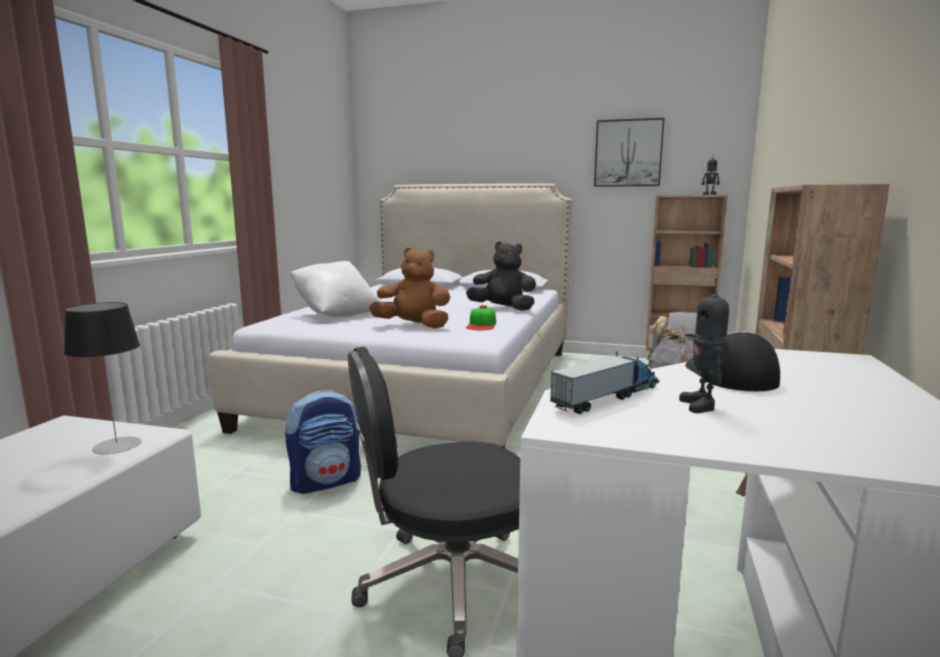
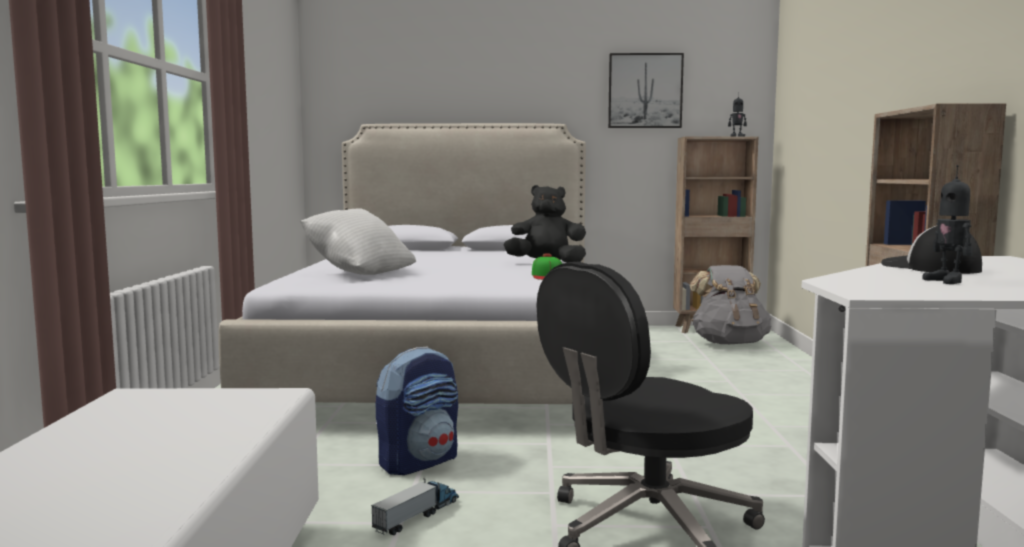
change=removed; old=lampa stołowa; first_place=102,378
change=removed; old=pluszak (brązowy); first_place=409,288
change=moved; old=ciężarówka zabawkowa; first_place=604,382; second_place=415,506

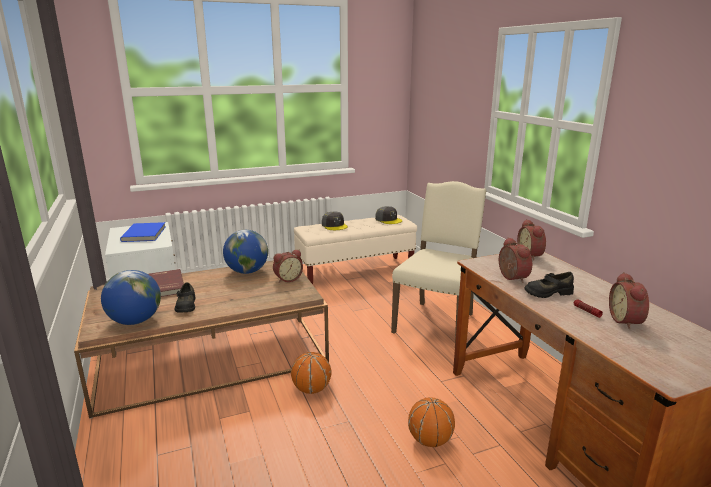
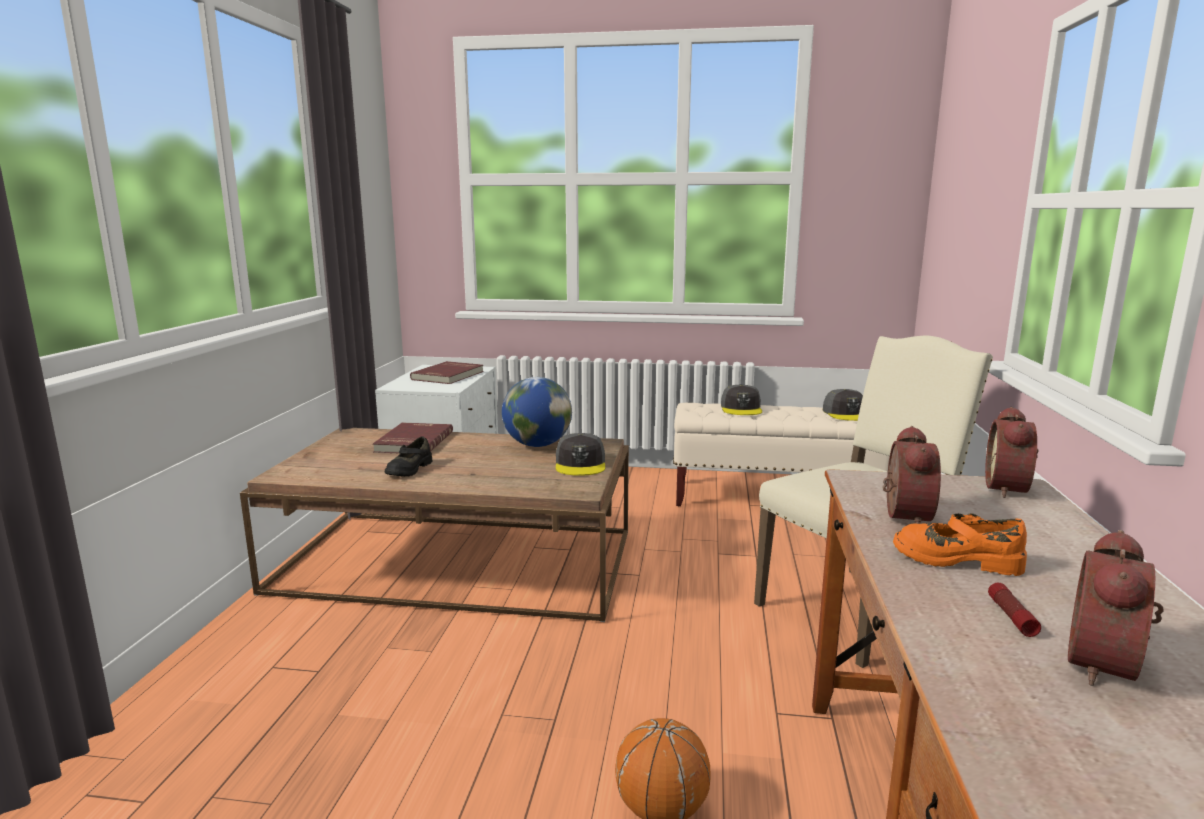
change=removed; old=globus; first_place=131,297
change=recoloured; old=książka (niebieski); new=książka (czerwony); first_place=142,232; second_place=447,372
change=replaced; old=budzik; new=czapka z daszkiem (szary); first_place=288,266; second_place=580,454
change=removed; old=piłka do koszykówki; first_place=311,373
change=recoloured; old=but (czarny); new=but (pomarańczowy); first_place=549,285; second_place=960,544

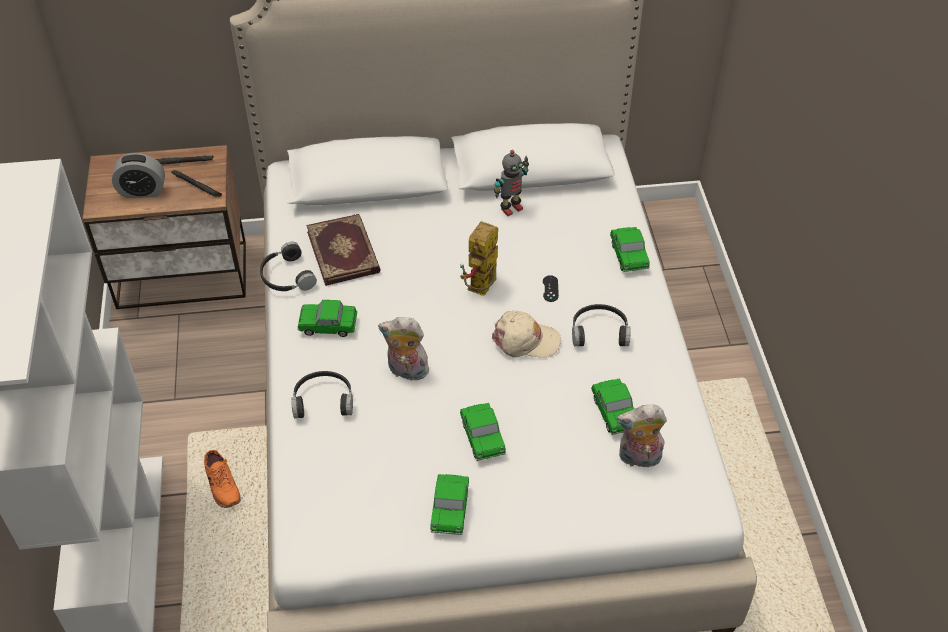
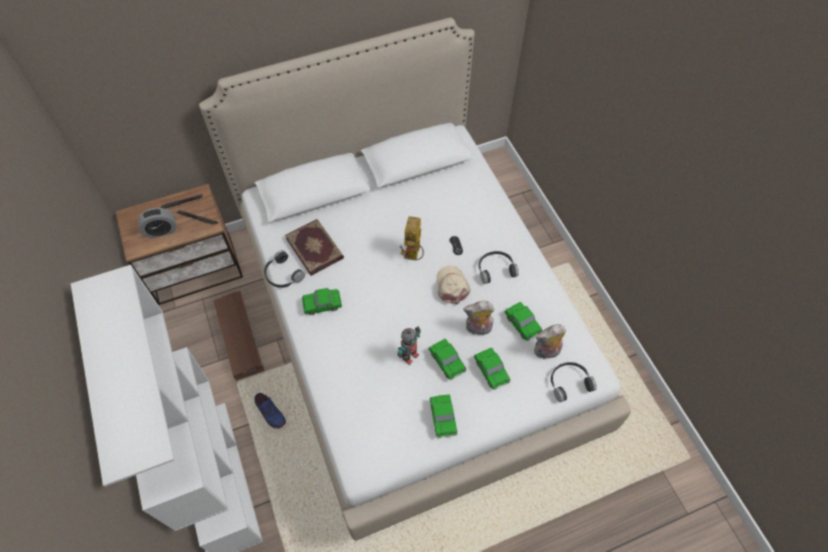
change=recoloured; old=but (pomarańczowy); new=but (niebieski); first_place=222,479; second_place=270,411
change=moved; old=słuchawki (czarny); first_place=322,394; second_place=574,382
change=moved; old=pluszak; first_place=405,348; second_place=479,318
change=turned; old=czapka z daszkiem (beżowy); first_place=526,334; second_place=454,285; degrees=-90
change=moved; old=robot zabawkowy; first_place=511,183; second_place=409,345
change=moved; old=samochodzik; first_place=630,249; second_place=492,369
change=added; new=pojemnik do przechowywania (brązowy); second_place=239,335

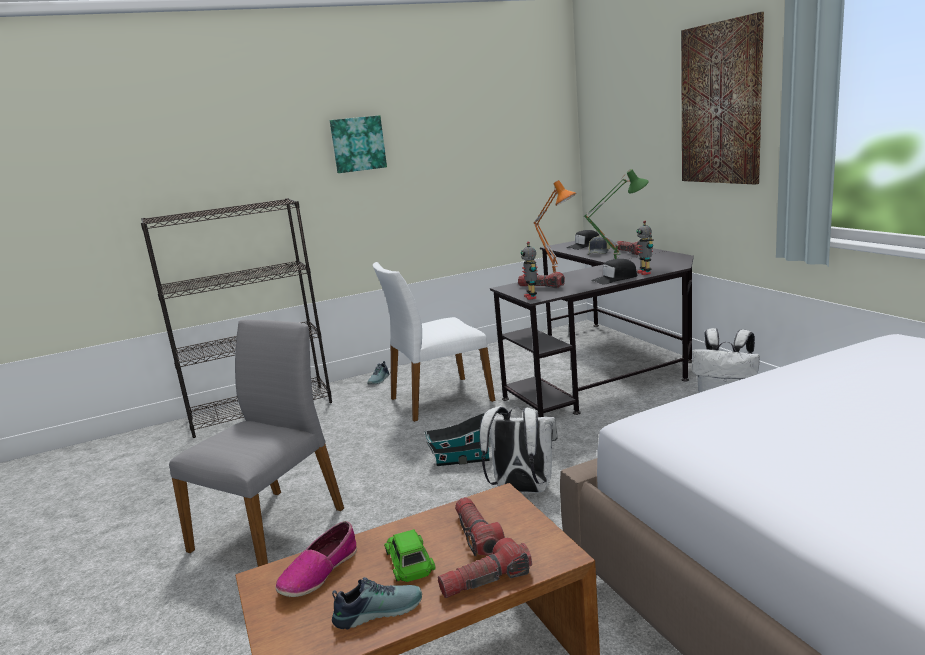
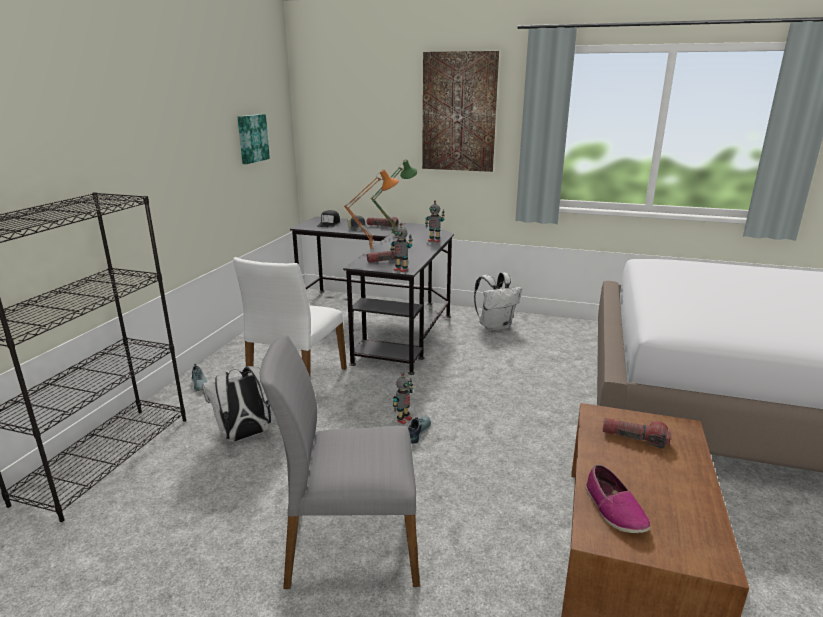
change=turned; old=krzesło (szary); first_place=256,443; second_place=340,461; degrees=-75
change=moved; old=obraz; first_place=358,144; second_place=253,139
change=moved; old=but; first_place=377,603; second_place=419,430
change=removed; old=samochodzik (zielony); first_place=409,555
change=replaced; old=domek; new=robot zabawkowy; first_place=457,439; second_place=403,399
change=removed; old=latarka; first_place=485,568
change=moved; old=plecak (biały); first_place=519,449; second_place=236,404
change=removed; old=czapka z daszkiem (czarny); first_place=614,271

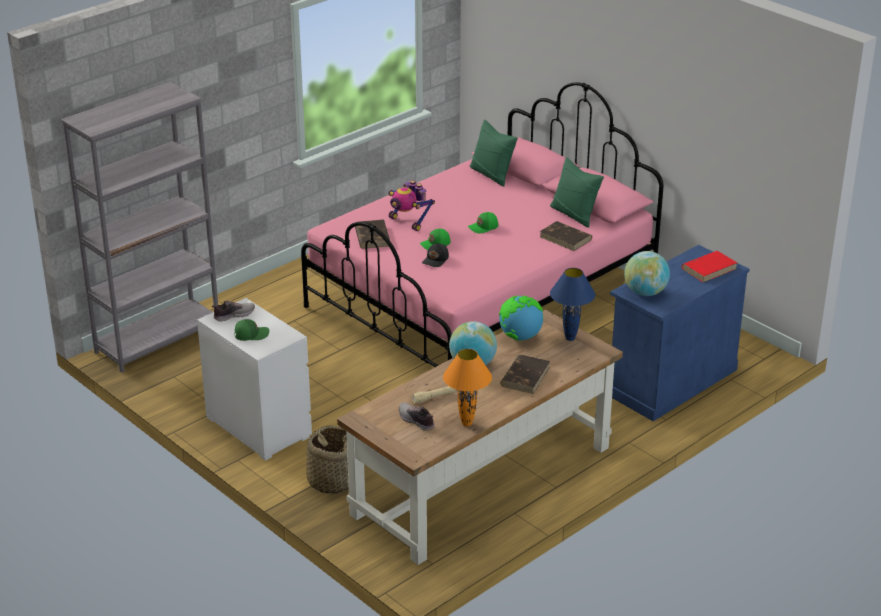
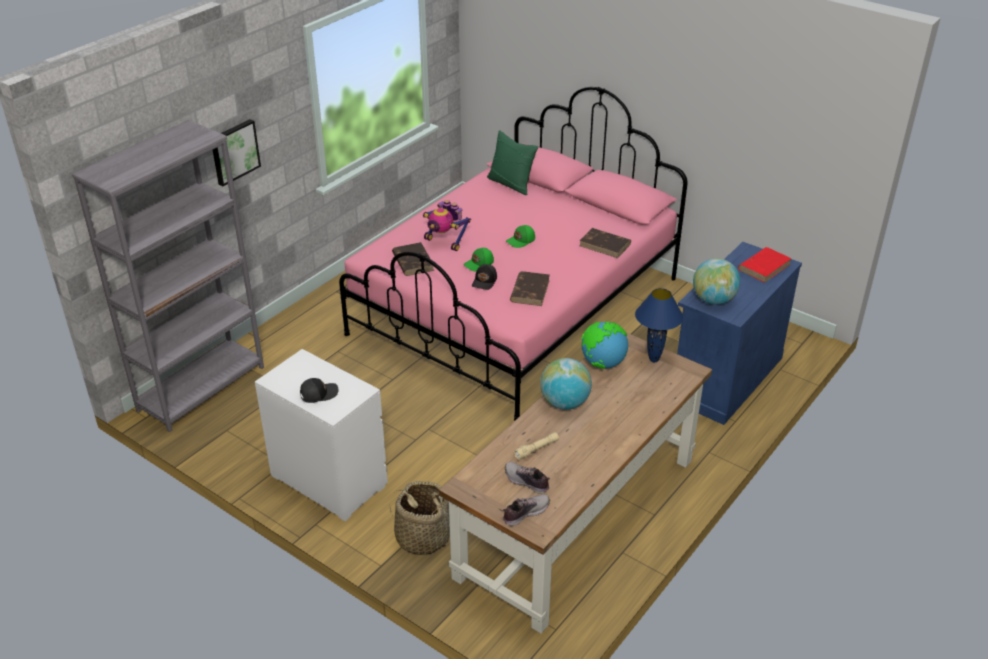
change=moved; old=but; first_place=233,311; second_place=526,510
change=recoloured; old=czapka z daszkiem (zielony); new=czapka z daszkiem (czarny); first_place=251,330; second_place=319,390
change=removed; old=lampa stołowa (pomarańczowy); first_place=467,387
change=moved; old=książka (brązowy); first_place=525,374; second_place=530,288
change=removed; old=poduszka (zielony); first_place=577,192
change=added; new=obraz; second_place=237,152

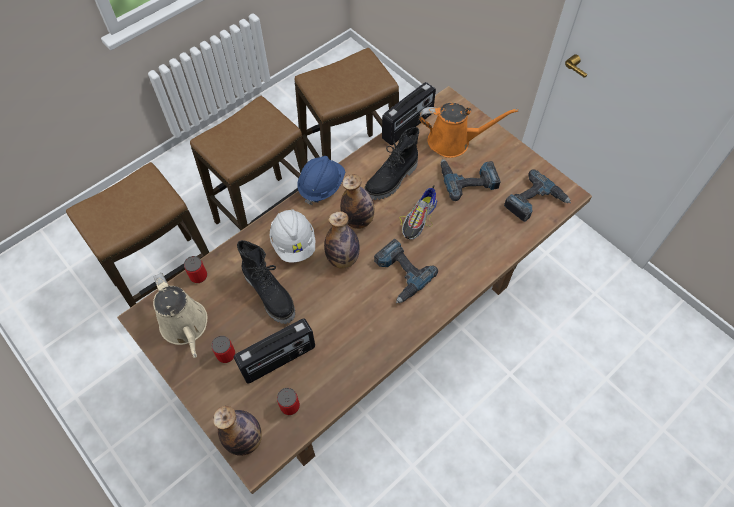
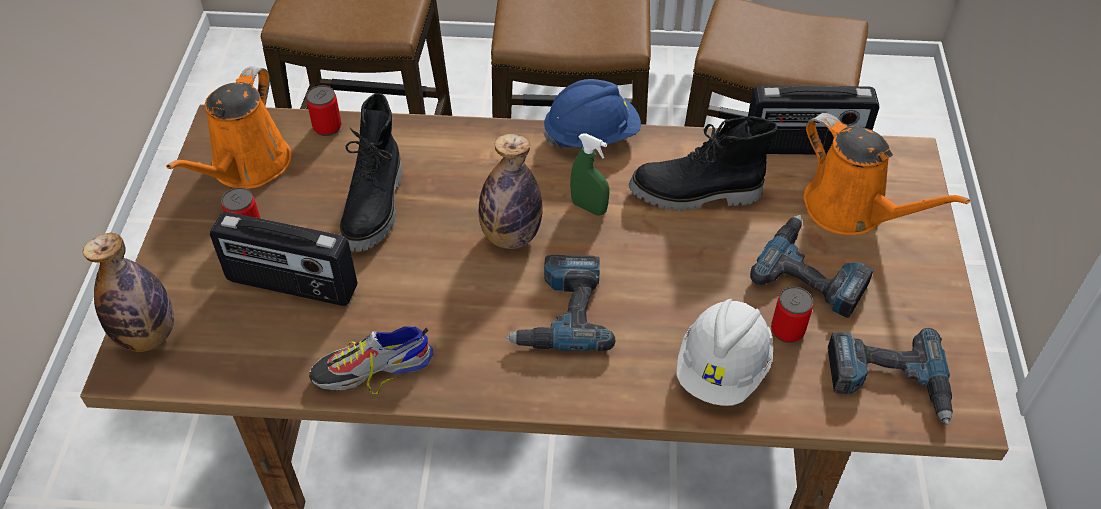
change=recoloured; old=konewka (beżowy); new=konewka (pomarańczowy); first_place=180,315; second_place=229,127
change=moved; old=kask (biały); first_place=292,236; second_place=724,352
change=moved; old=puszka; first_place=288,401; second_place=792,315
change=replaced; old=butelka; new=spryskiwacz (zielony); first_place=357,201; second_place=589,174
change=moved; old=but; first_place=418,212; second_place=371,360

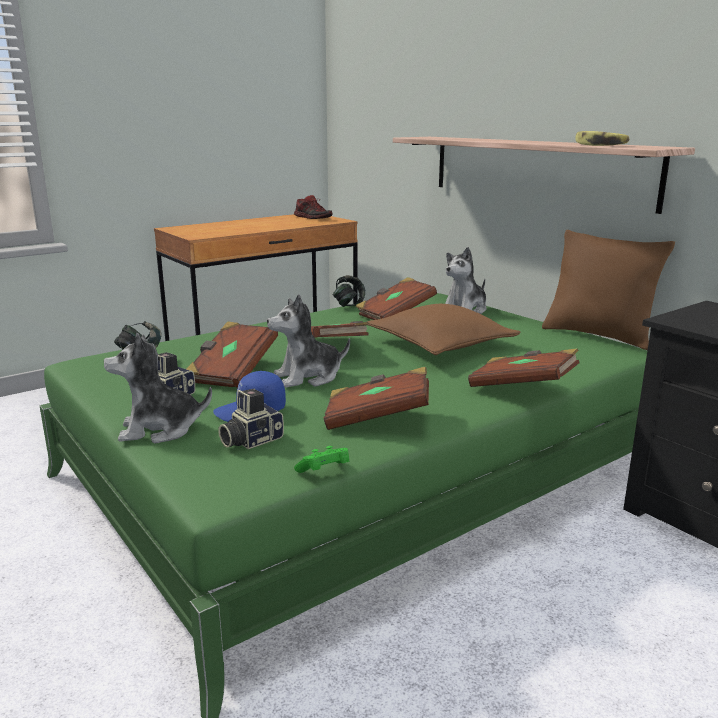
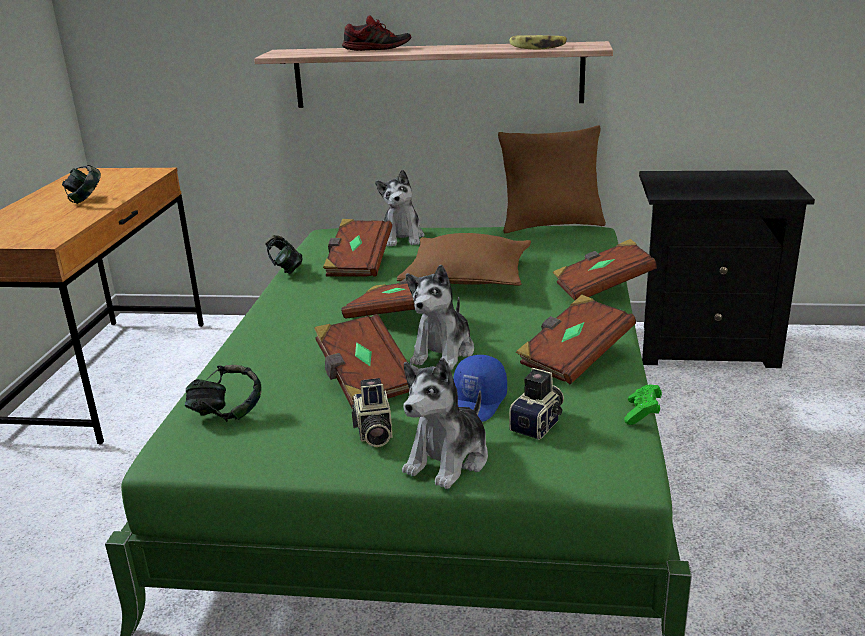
change=turned; old=aparat fotograficzny; first_place=251,419; second_place=536,404; degrees=-150
change=moved; old=but; first_place=313,207; second_place=376,33
change=added; new=słuchawki; second_place=81,184

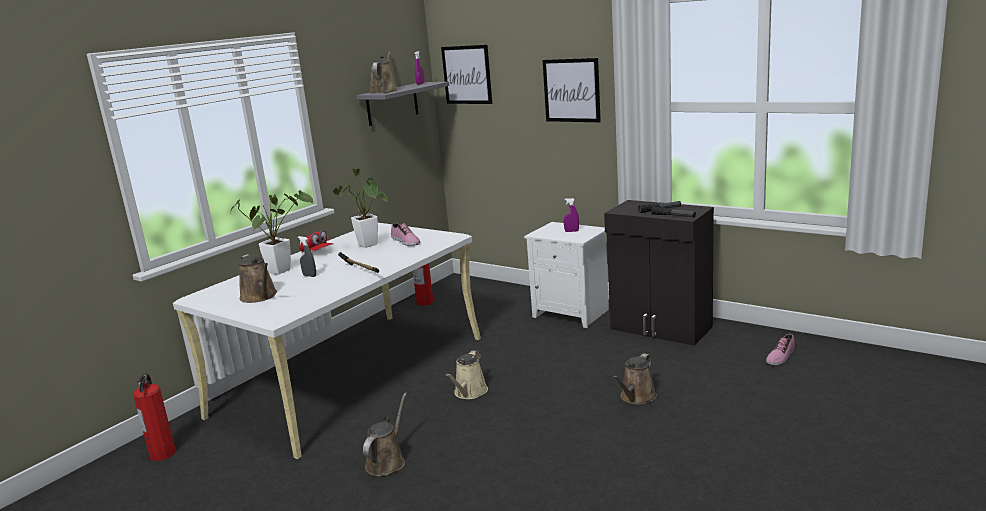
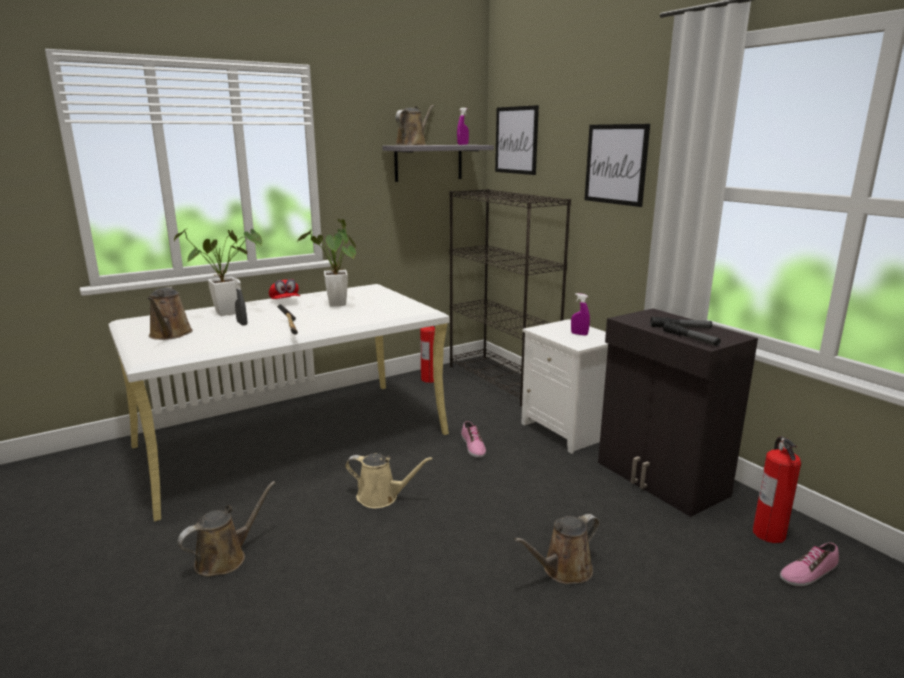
change=moved; old=gaśnica; first_place=154,417; second_place=777,489
change=moved; old=but; first_place=405,234; second_place=473,439
change=turned; old=konewka (beżowy); first_place=466,374; second_place=388,480; degrees=-120
change=added; new=regał (czarny); second_place=510,297

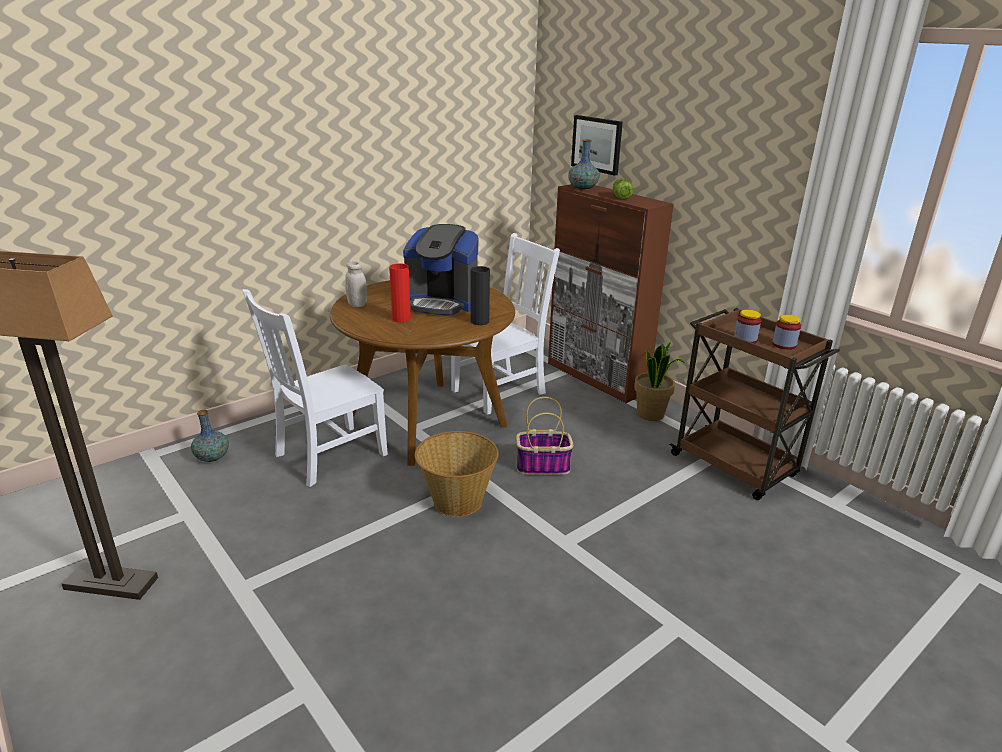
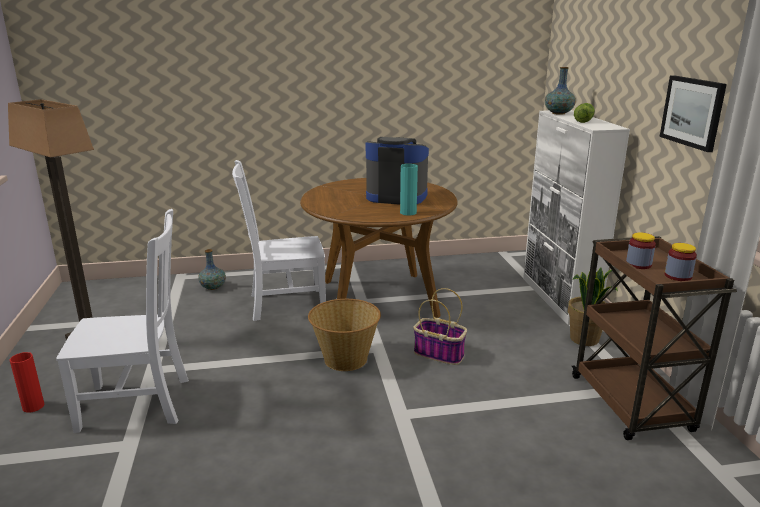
change=removed; old=słoik (biały); first_place=356,284
change=moved; old=wazon (czerwony); first_place=400,292; second_place=27,382
change=turned; old=ekspres do kawy; first_place=440,270; second_place=397,171; degrees=150
change=moved; old=krzesło (biały); first_place=505,324; second_place=122,321
change=recoloured; old=wazon (czarny); new=wazon (turkusowy); first_place=480,295; second_place=409,189
change=recoloured; old=szafka (brązowy); new=szafka (biały); first_place=611,293; second_place=576,217
change=moved; old=obraz; first_place=597,145; second_place=693,113

